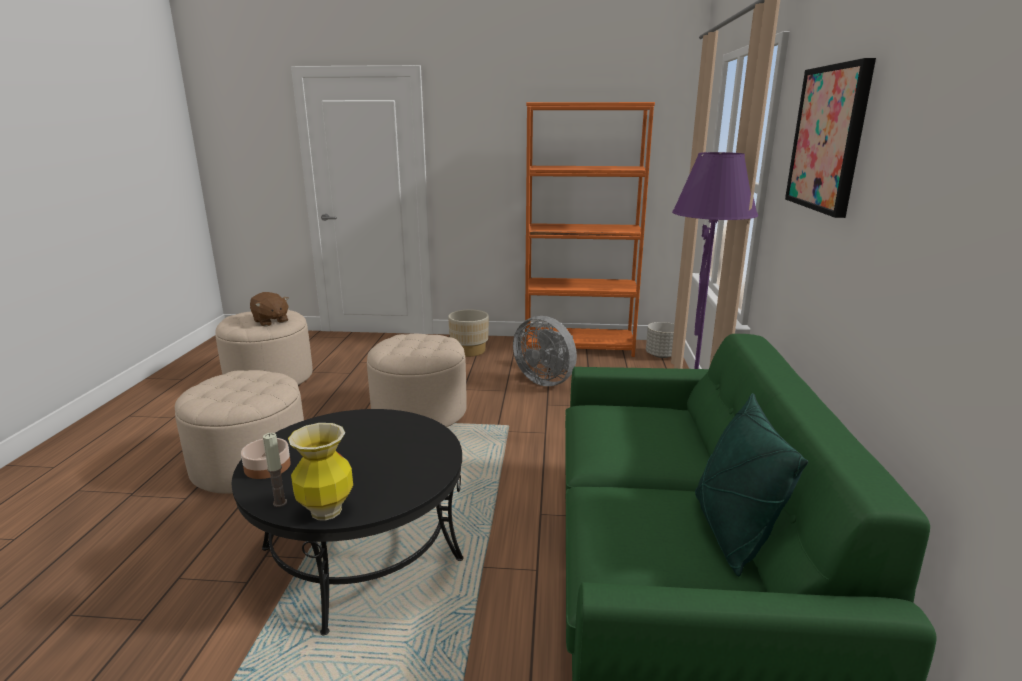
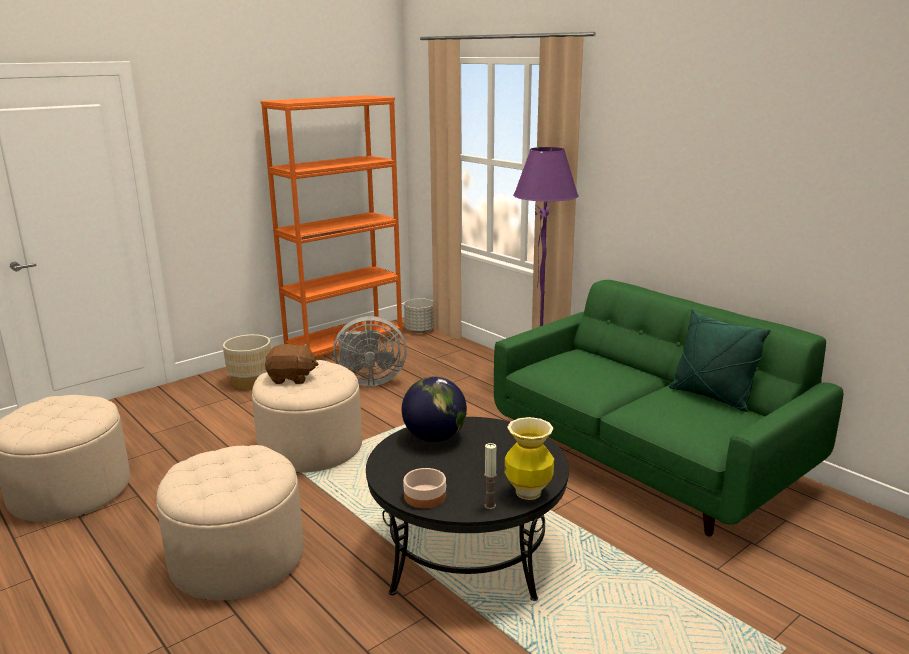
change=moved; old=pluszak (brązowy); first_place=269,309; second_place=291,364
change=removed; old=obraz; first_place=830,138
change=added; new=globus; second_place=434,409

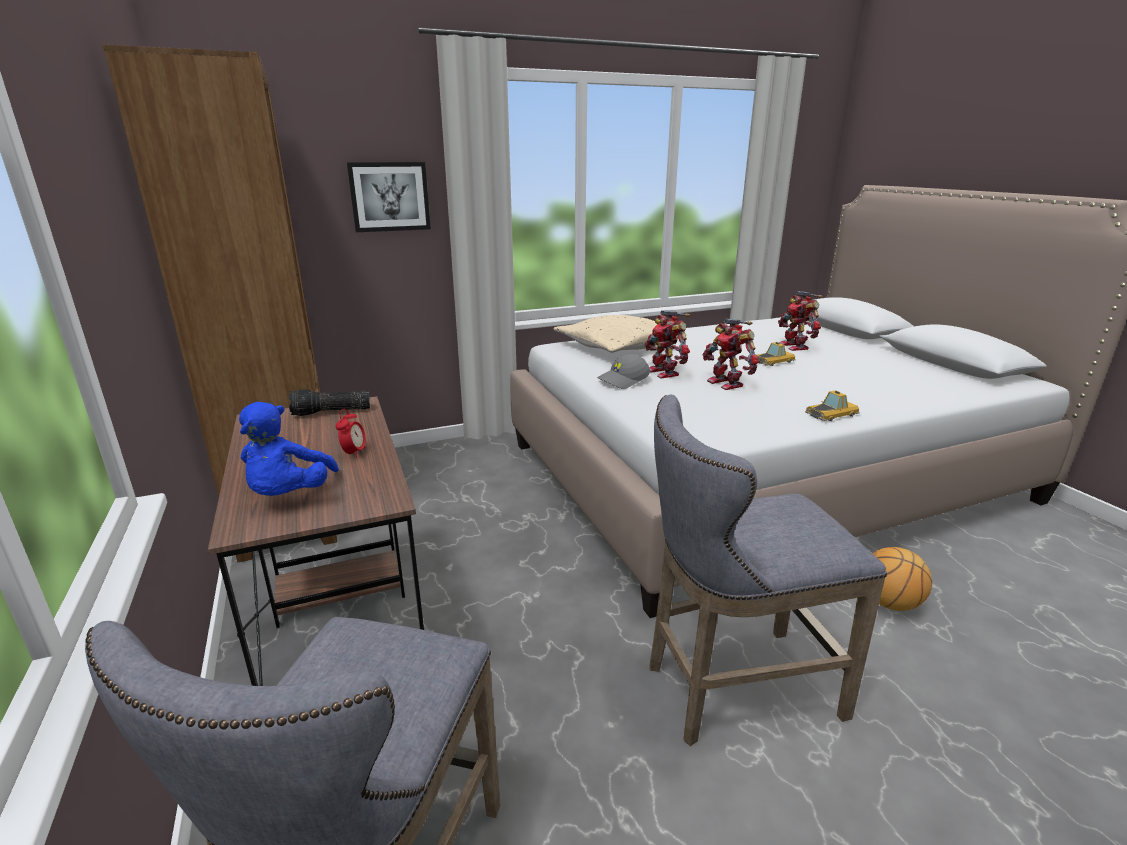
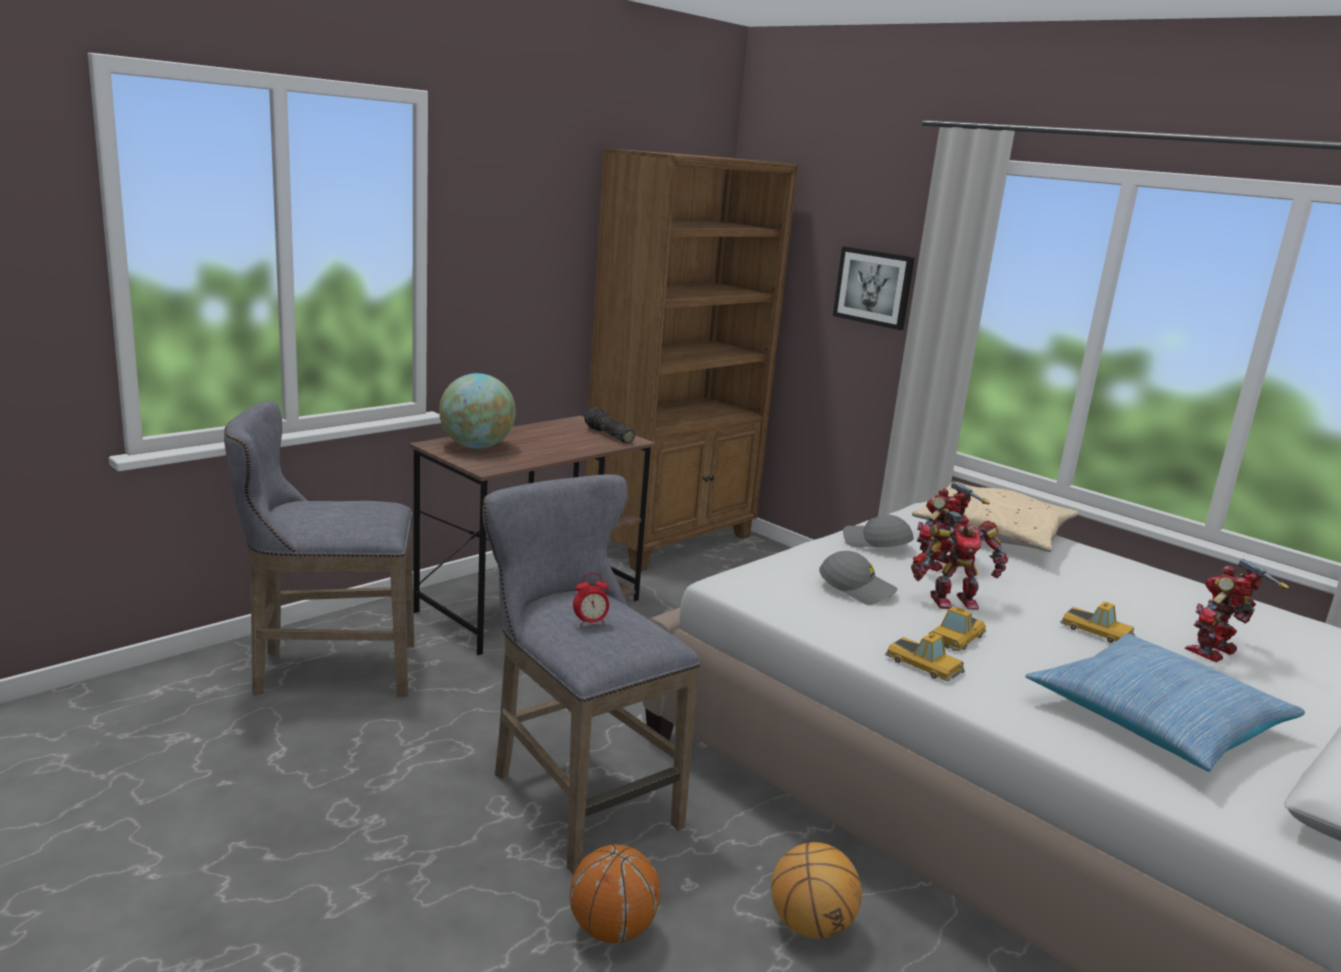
change=replaced; old=pluszak (niebieski); new=globus; first_place=289,449; second_place=477,411
change=moved; old=budzik; first_place=351,433; second_place=591,600
change=turned; old=robot zabawkowy; first_place=730,354; second_place=959,559; degrees=-135
change=added; new=piłka do koszykówki; second_place=615,894
change=added; new=czapka z daszkiem (szary); second_place=858,578
change=added; new=samochodzik; second_place=957,628
change=added; new=poduszka; second_place=1165,703

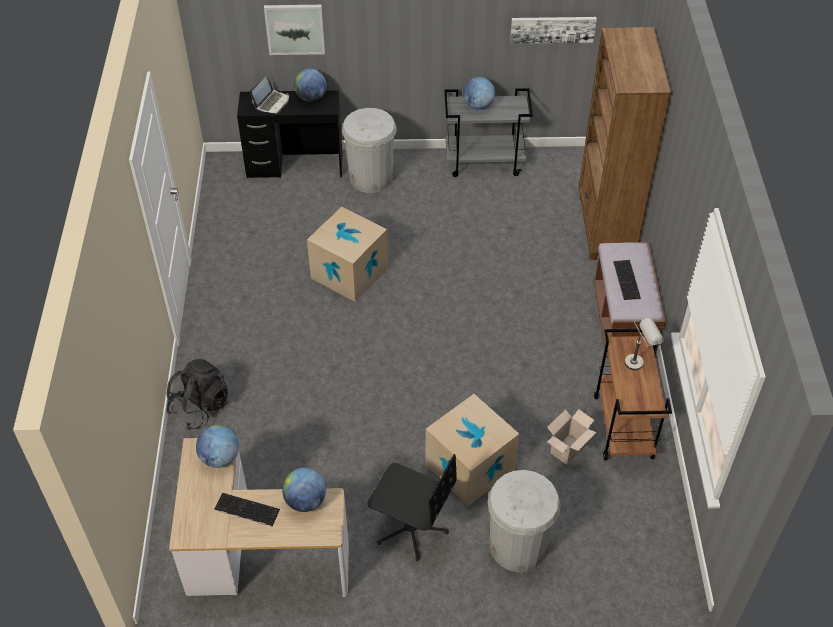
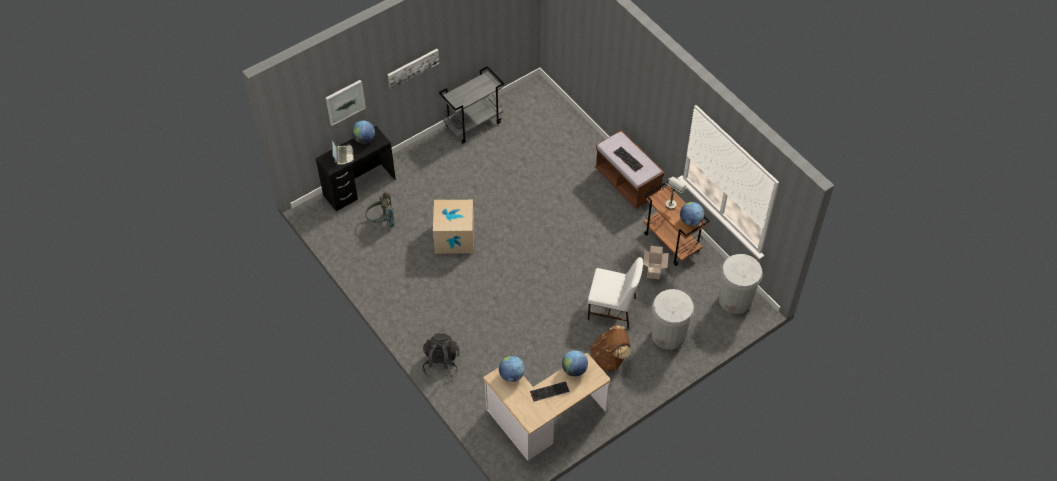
change=moved; old=kosz na śmieci (biały); first_place=369,150; second_place=741,284
change=replaced; old=krzesło biurowe (czarny); new=plecak (brązowy); first_place=412,508; second_place=610,348
change=replaced; old=karton; new=krzesło (biały); first_place=472,450; second_place=615,293
change=moved; old=globus; first_place=479,93; second_place=692,214
change=moved; old=obraz; first_place=553,30; second_place=414,69
change=removed; old=regał (brązowy); first_place=625,143
change=added; new=plecak (szary); second_place=380,209

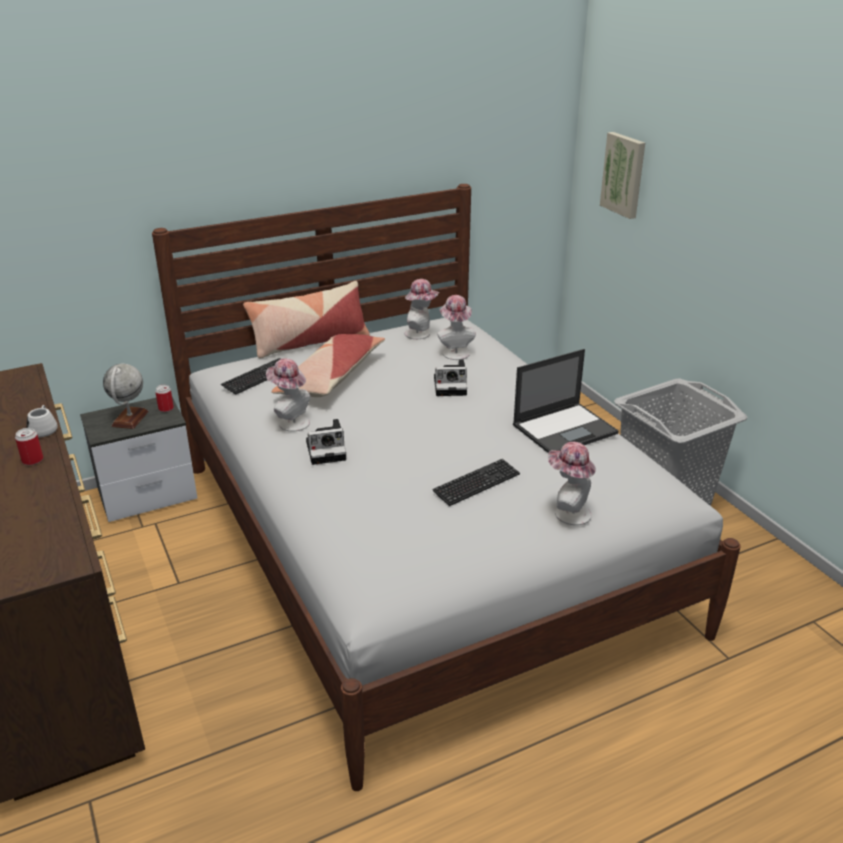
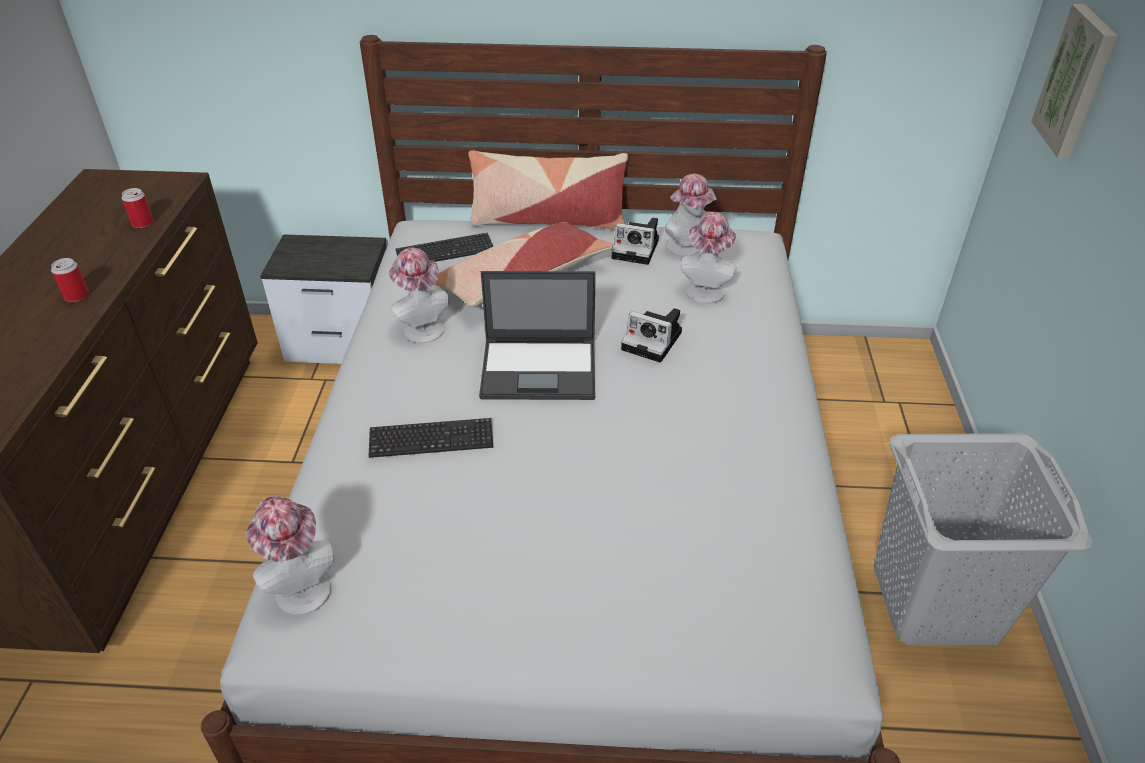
change=removed; old=kubek (biały); first_place=42,421
change=removed; old=globus; first_place=126,396
change=moved; old=puszka; first_place=164,398; second_place=137,208
change=moved; old=aparat fotograficzny; first_place=326,442; second_place=635,241
change=moved; old=klawiatura; first_place=476,482; second_place=431,438
change=moved; old=laptop; first_place=566,401; second_place=537,335
change=moved; old=kapelusz; first_place=571,483; second_place=290,555

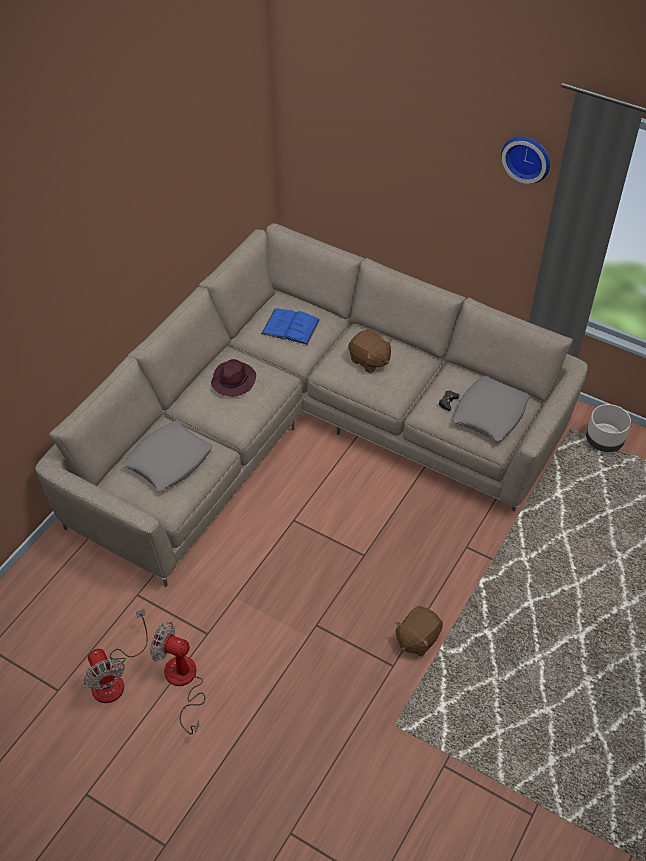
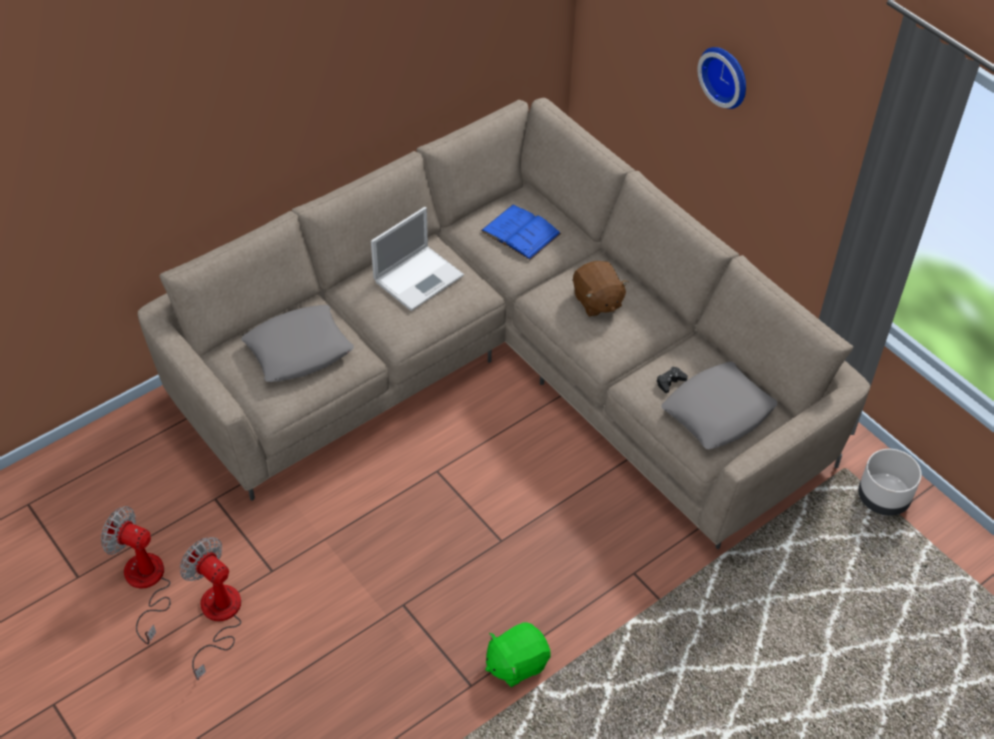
change=turned; old=wentylator; first_place=115,655; second_place=136,575; degrees=120
change=replaced; old=kapelusz (fioletowy); new=laptop; first_place=233,378; second_place=417,259
change=recoloured; old=pluszak (brązowy); new=pluszak (zielony); first_place=419,631; second_place=518,654
change=moved; old=zegar ścienny; first_place=525,160; second_place=722,78

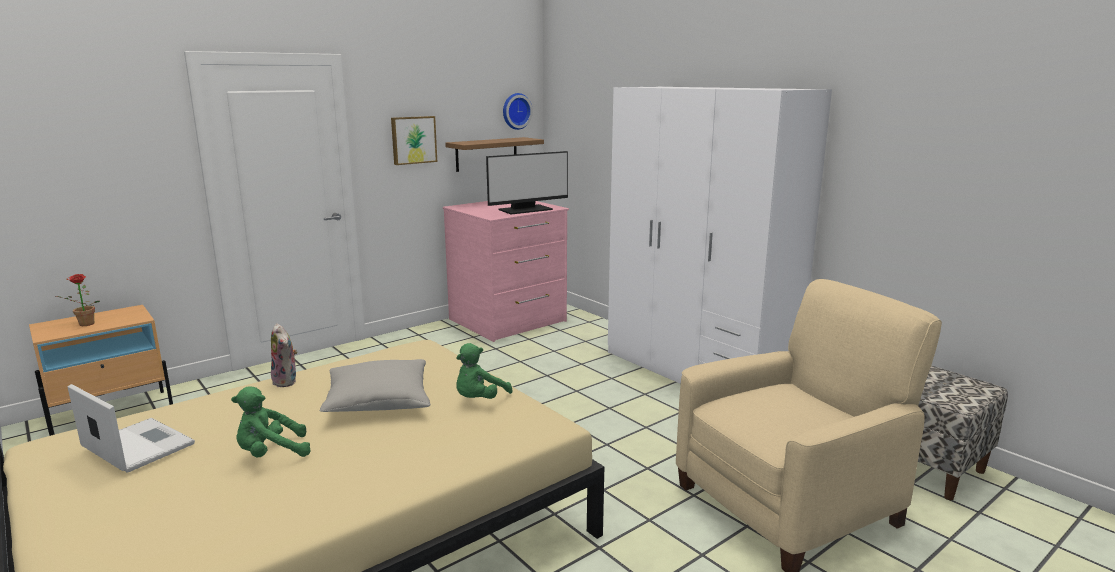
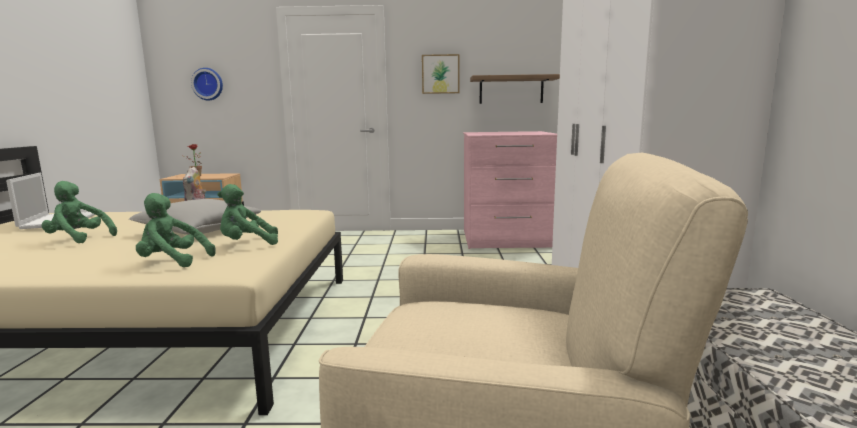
change=removed; old=monitor; first_place=527,183
change=moved; old=zegar ścienny; first_place=518,111; second_place=207,84
change=added; new=pluszak (zielony); second_place=176,230

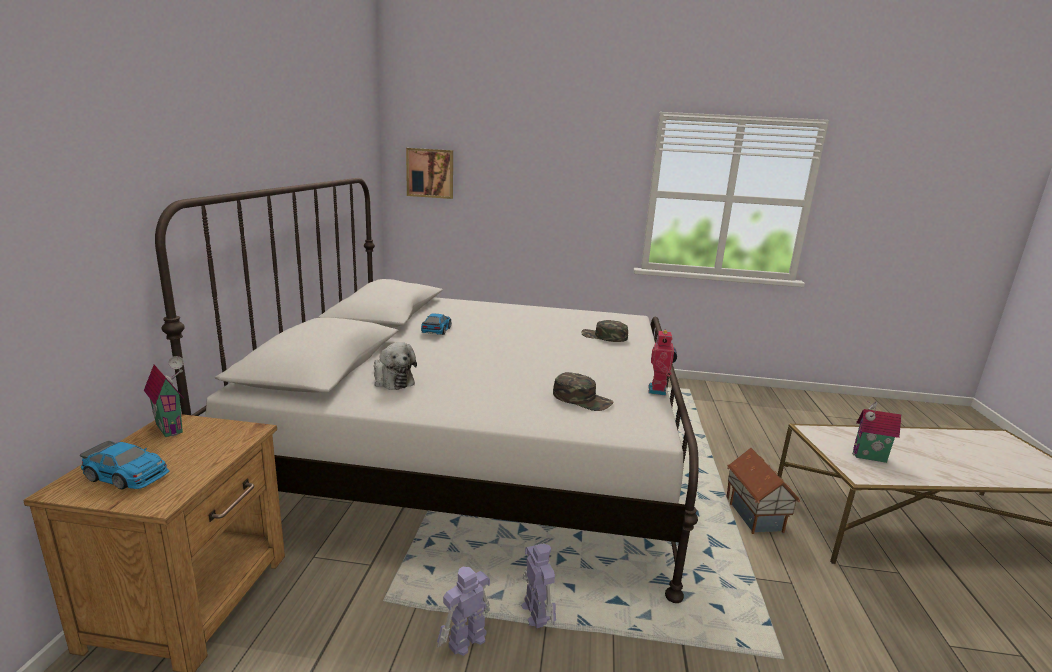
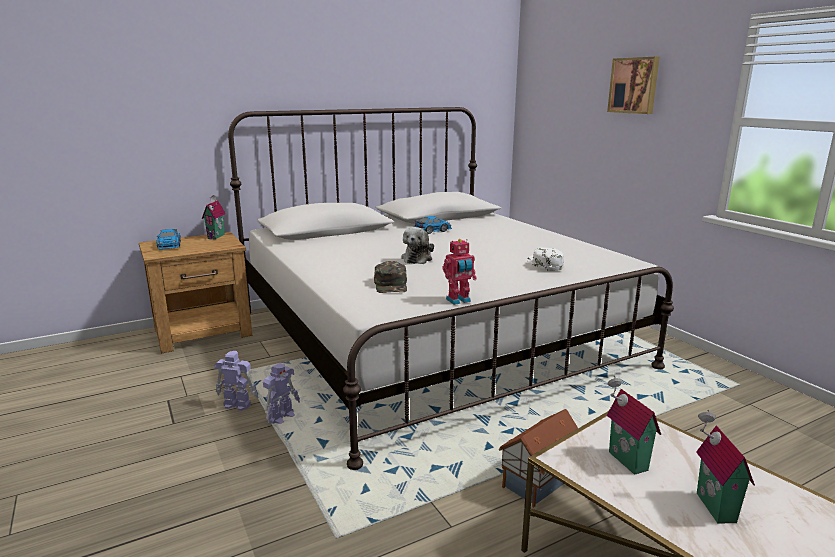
change=moved; old=pluszak; first_place=395,366; second_place=417,245
change=moved; old=obraz; first_place=429,173; second_place=633,85
change=recoloured; old=czapka z daszkiem (zielony); new=czapka z daszkiem (biały); first_place=605,331; second_place=545,259
change=added; new=domek; second_place=725,466

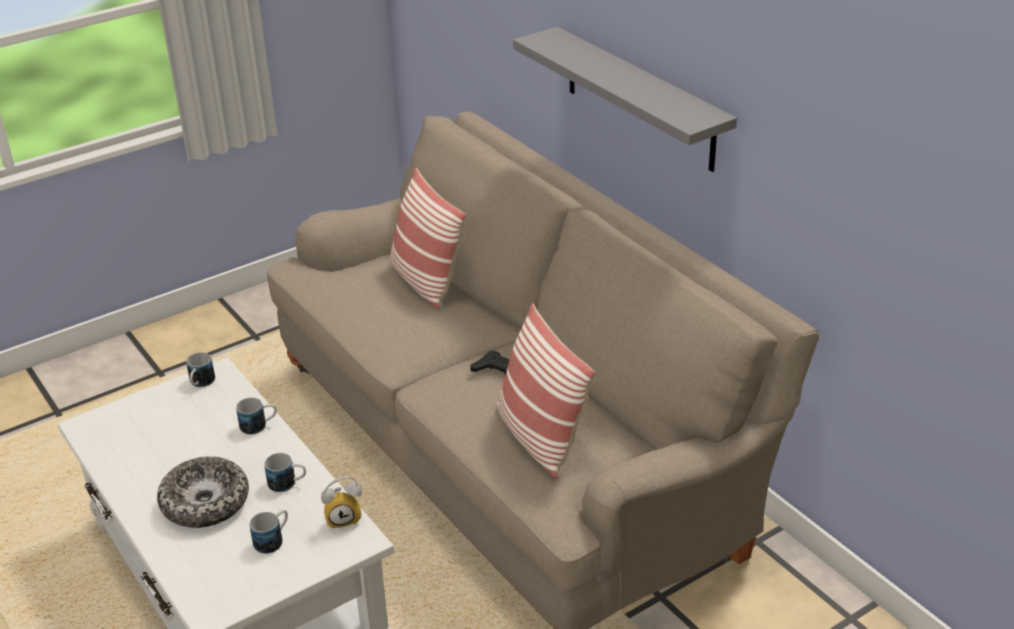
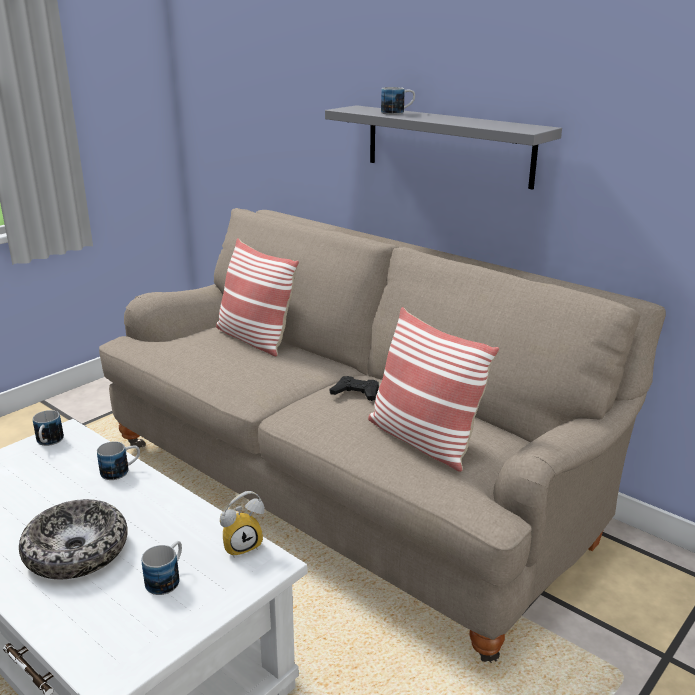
change=moved; old=kubek; first_place=285,472; second_place=398,101

